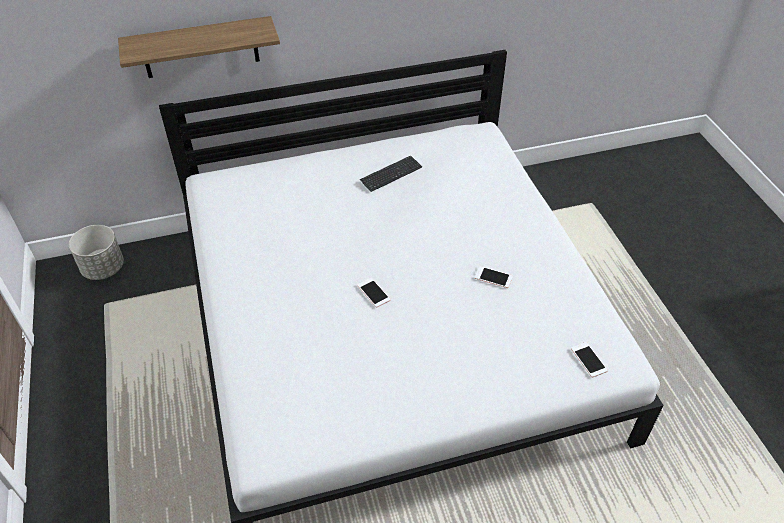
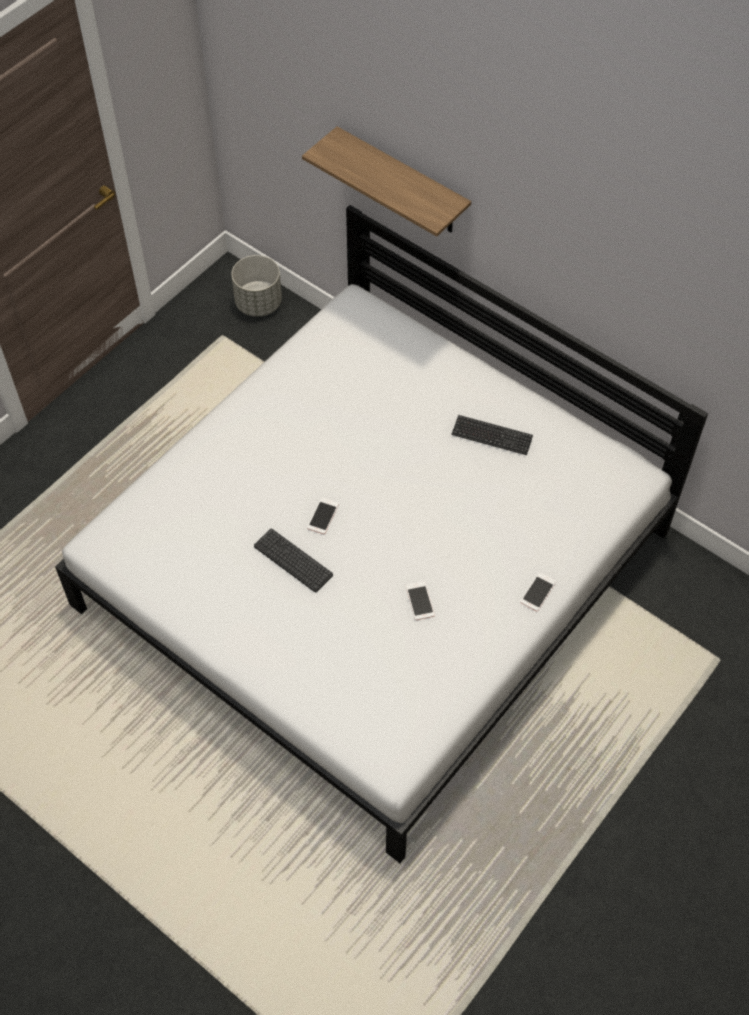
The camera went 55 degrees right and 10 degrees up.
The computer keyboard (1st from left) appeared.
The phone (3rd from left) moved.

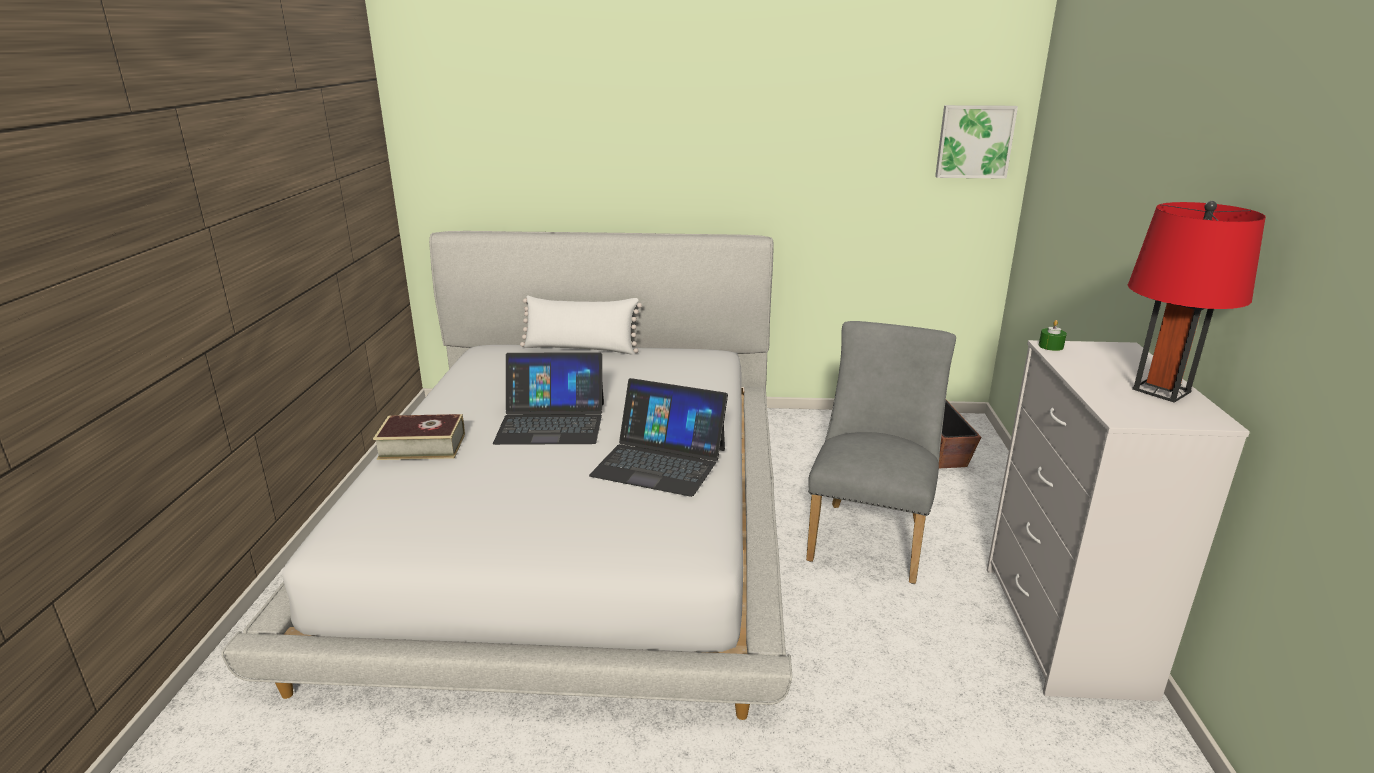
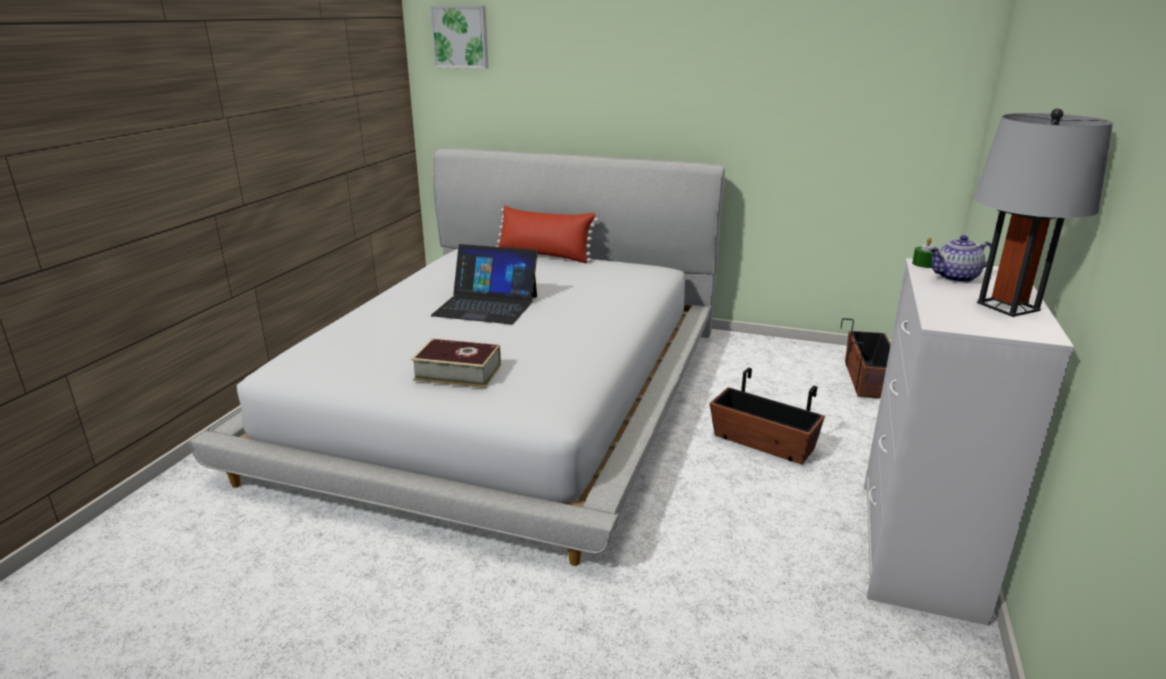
The camera went 15 degrees right and 0 degrees up.
The laptop (2nd from left) disappeared.
The tea pot appeared.
The book moved.
The wall picture moved.
The plain chair/greyish was replaced by the plant pot (1st from left).
The throw pillow/white-coloured became the throw pillow/red.
The lamp for a table/red became the lamp for a table/greyish.

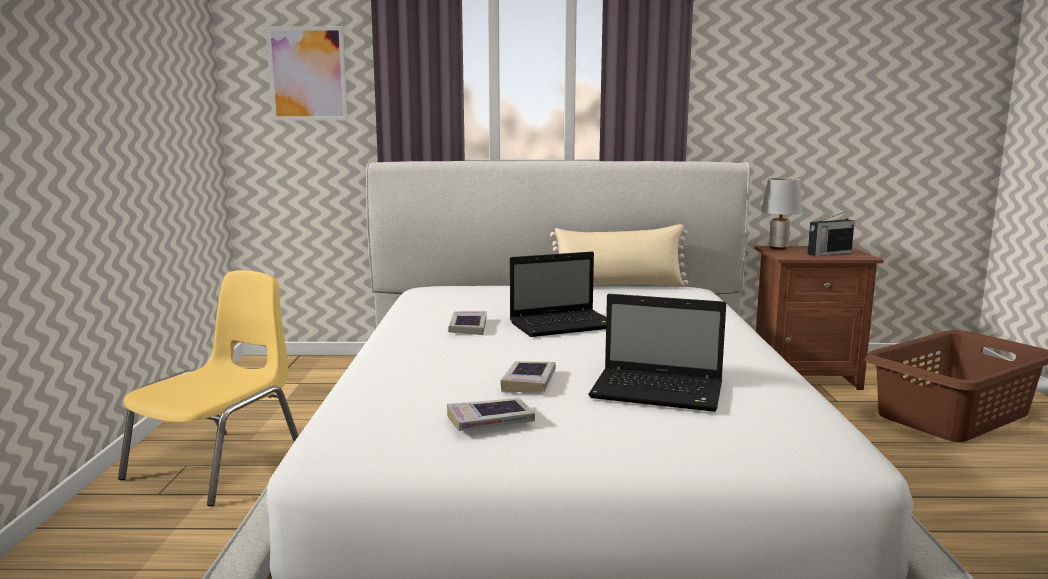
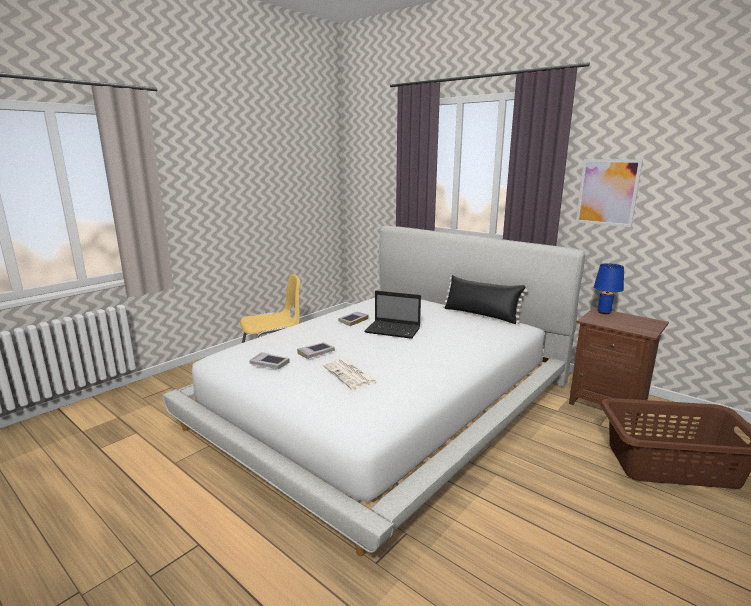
The camera went 40 degrees right and 5 degrees up.
The radio set disappeared.
The wall picture moved.
The laptop (2nd from left) was replaced by the daily paper.
The throw pillow/sand-coloured became the throw pillow/blackish.
The lamp for a table/greyish became the lamp for a table/bluish.

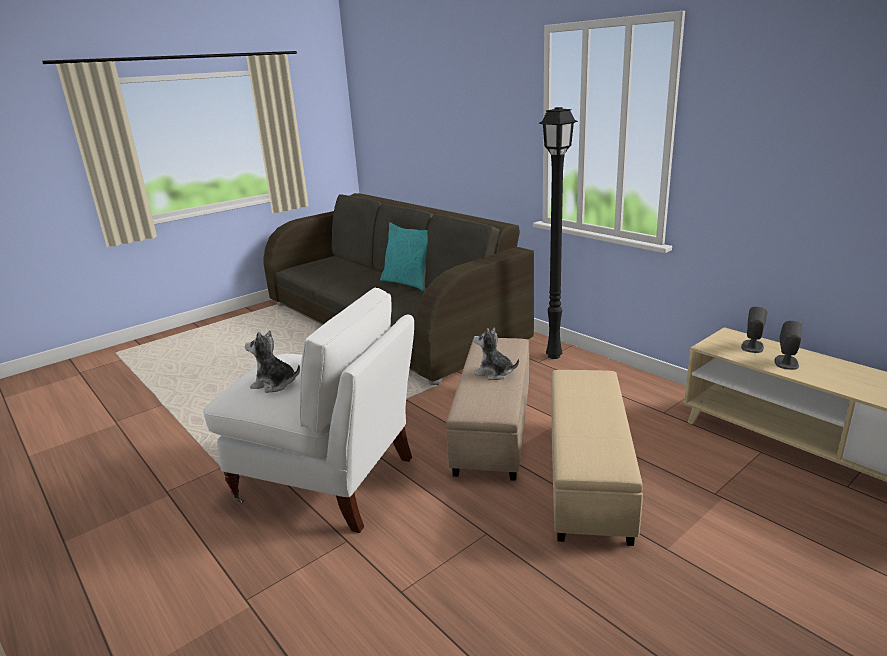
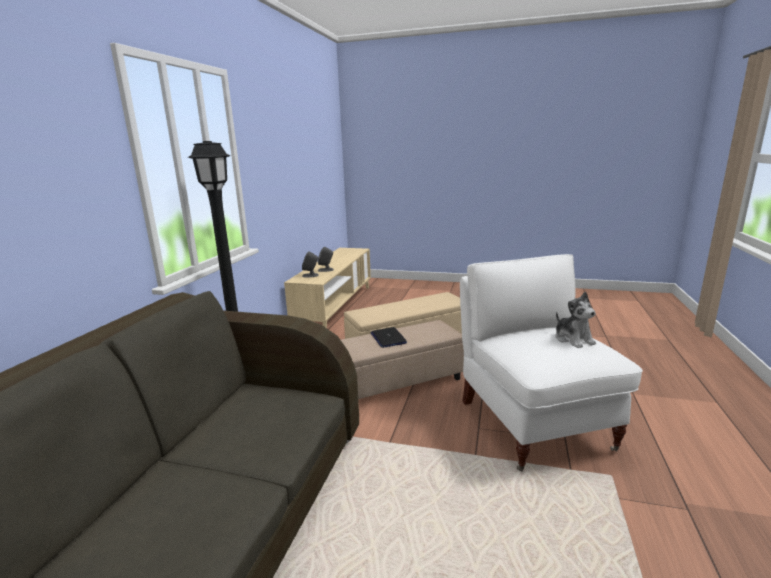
The camera went 125 degrees left and 5 degrees down.
The throw pillow/turquoise disappeared.
The soft toy (2nd from left) was replaced by the laptop.

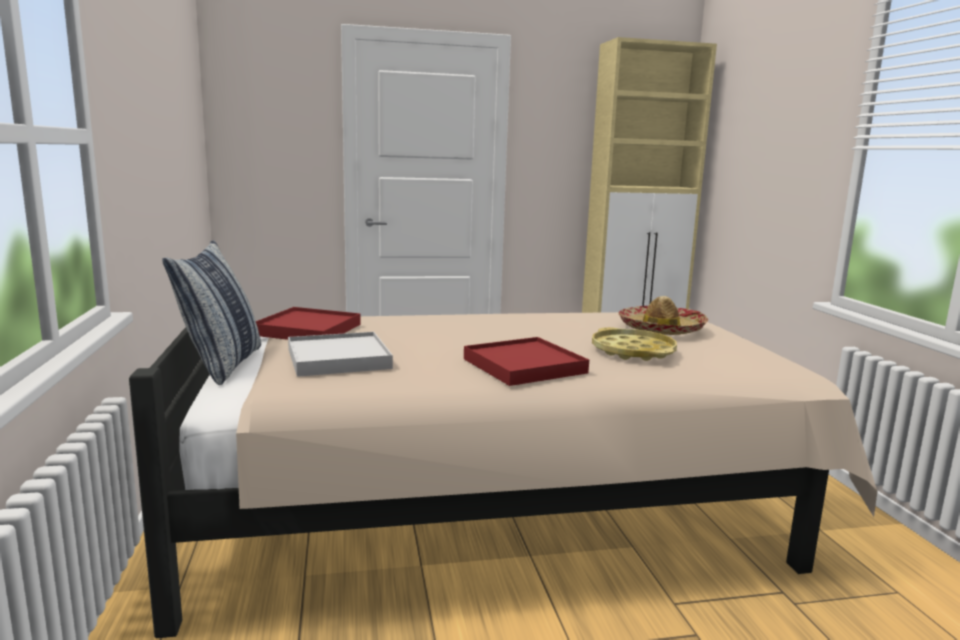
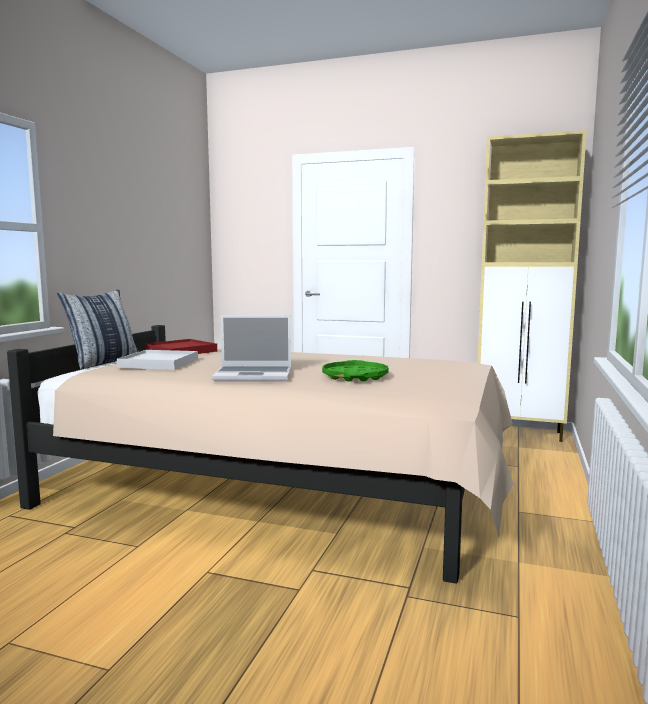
The camera went 30 degrees right and 5 degrees down.
The hat disappeared.
The serving tray/red (2nd from left) was replaced by the laptop.
The serving tray/yellowish became the serving tray/green-coloured.

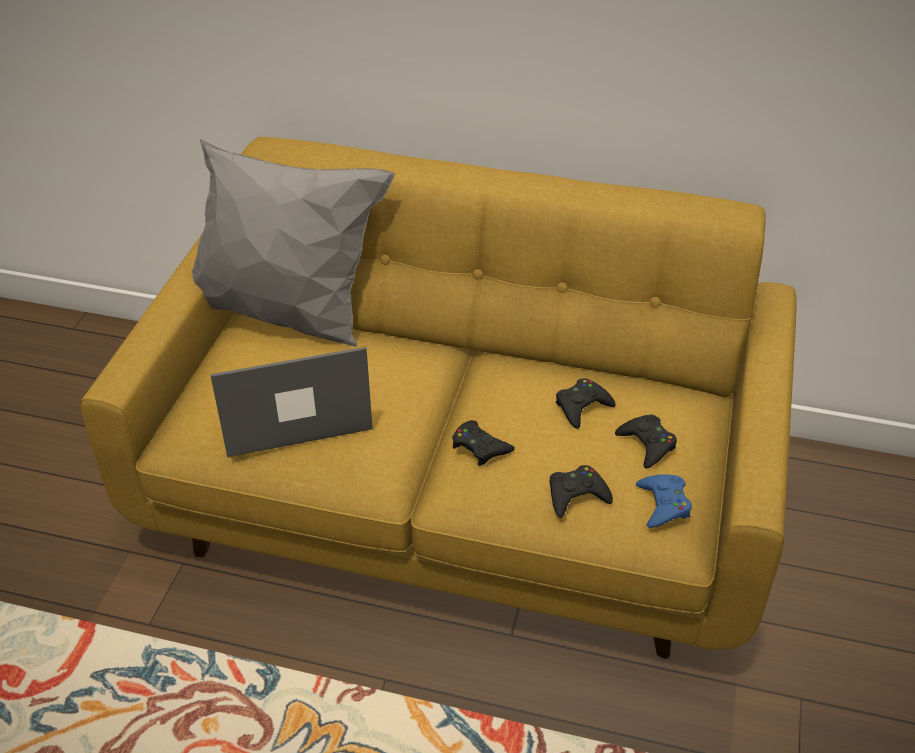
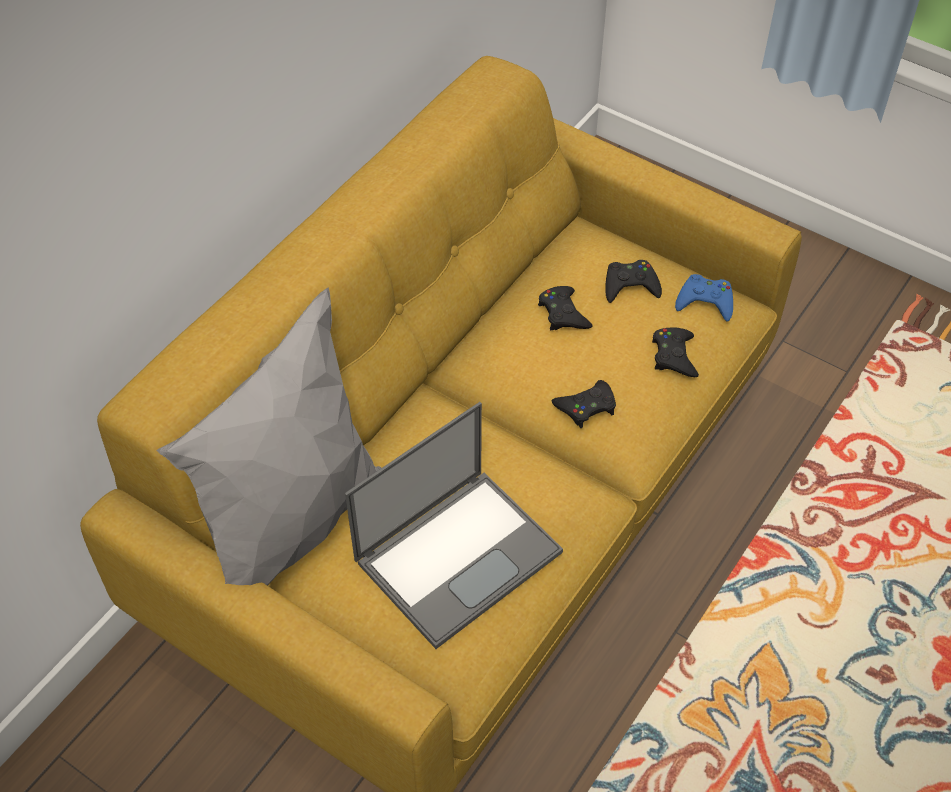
The camera went 70 degrees left and 10 degrees up.
The laptop turned 135 degrees counterclockwise.

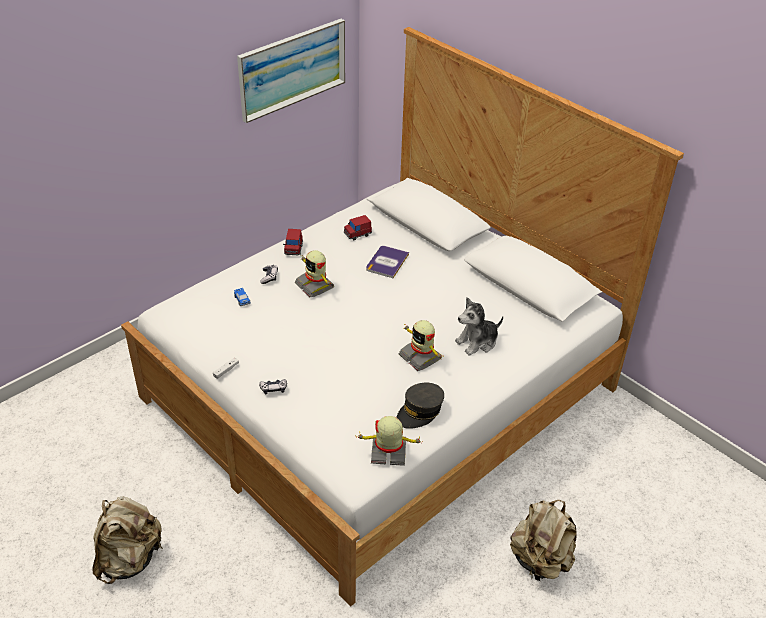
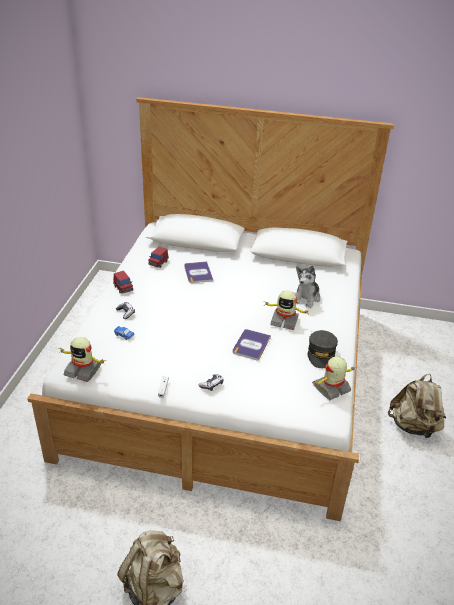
The camera went 35 degrees left and 5 degrees down.
The wall picture disappeared.
The book (2nd from left) appeared.
The robot figure (1st from left) moved.

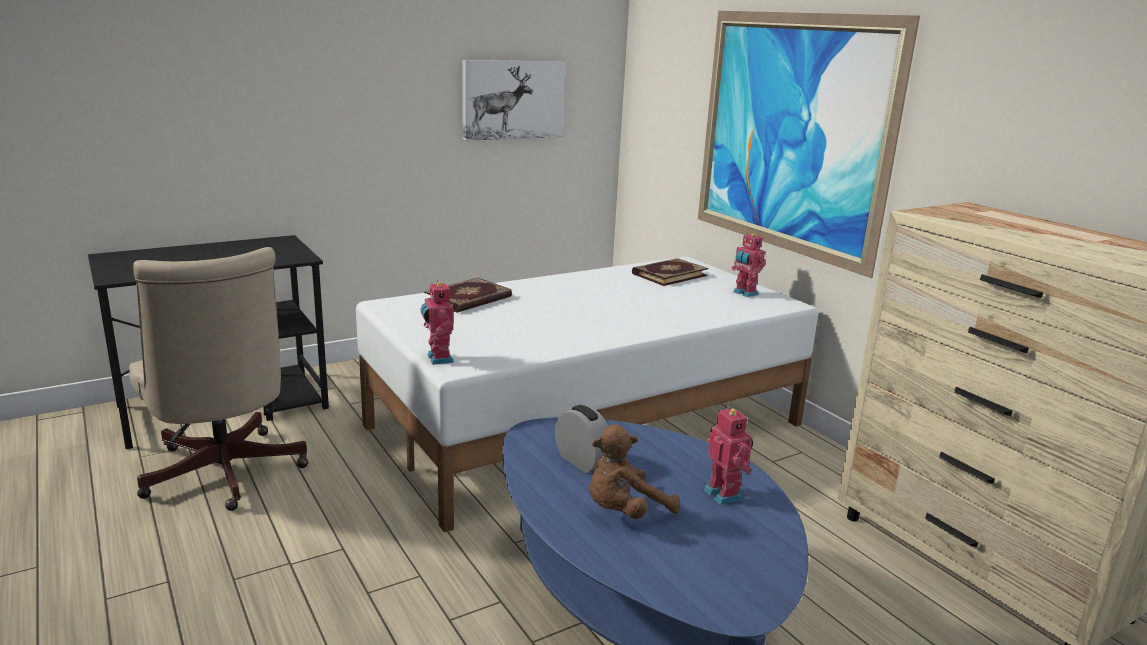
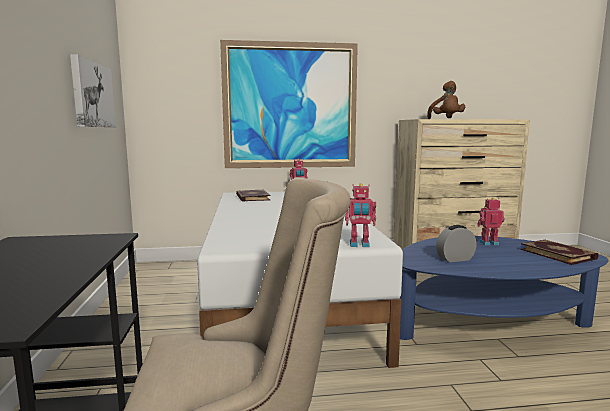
The camera went 65 degrees left and 10 degrees down.
The book (1st from left in the first image) moved.
The soft toy/brown-coloured moved.

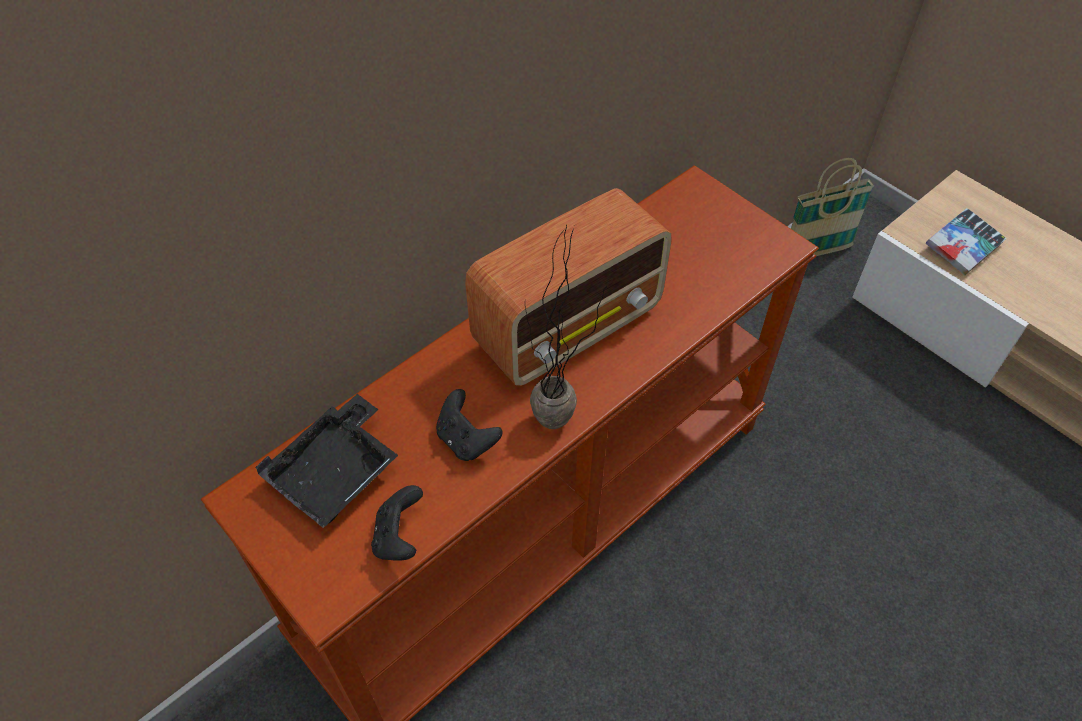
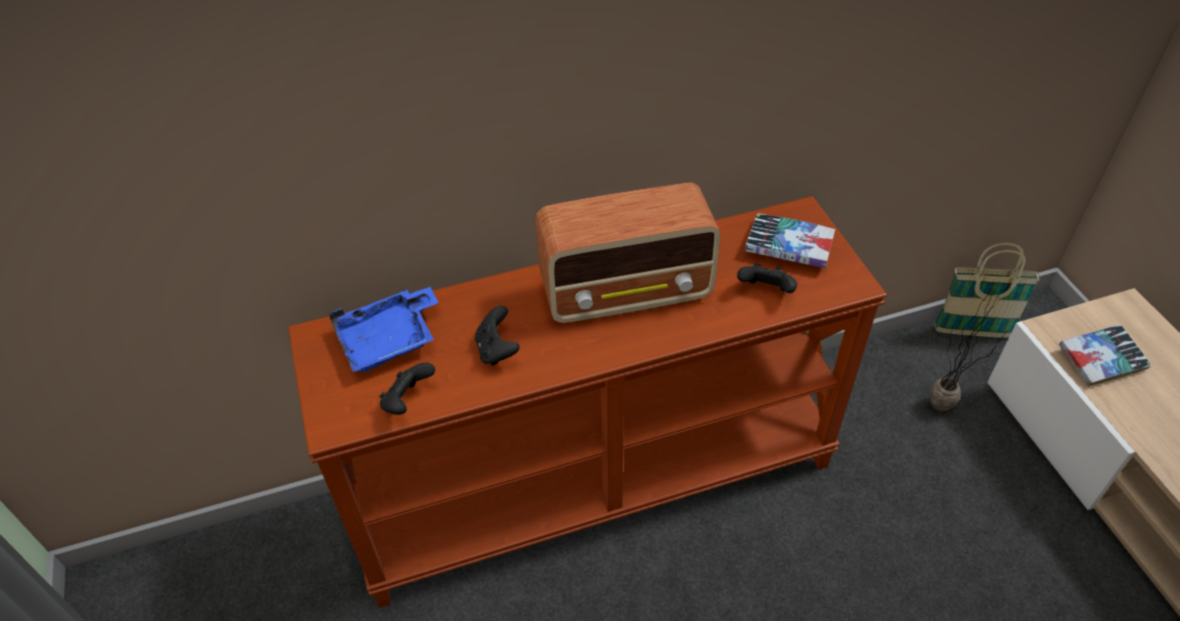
The camera went 25 degrees right and 5 degrees down.
The gamepad/blackish (3rd from left) appeared.
The book (1st from left) appeared.
The houseplant moved.
The serving tray/blackish became the serving tray/bluish.

